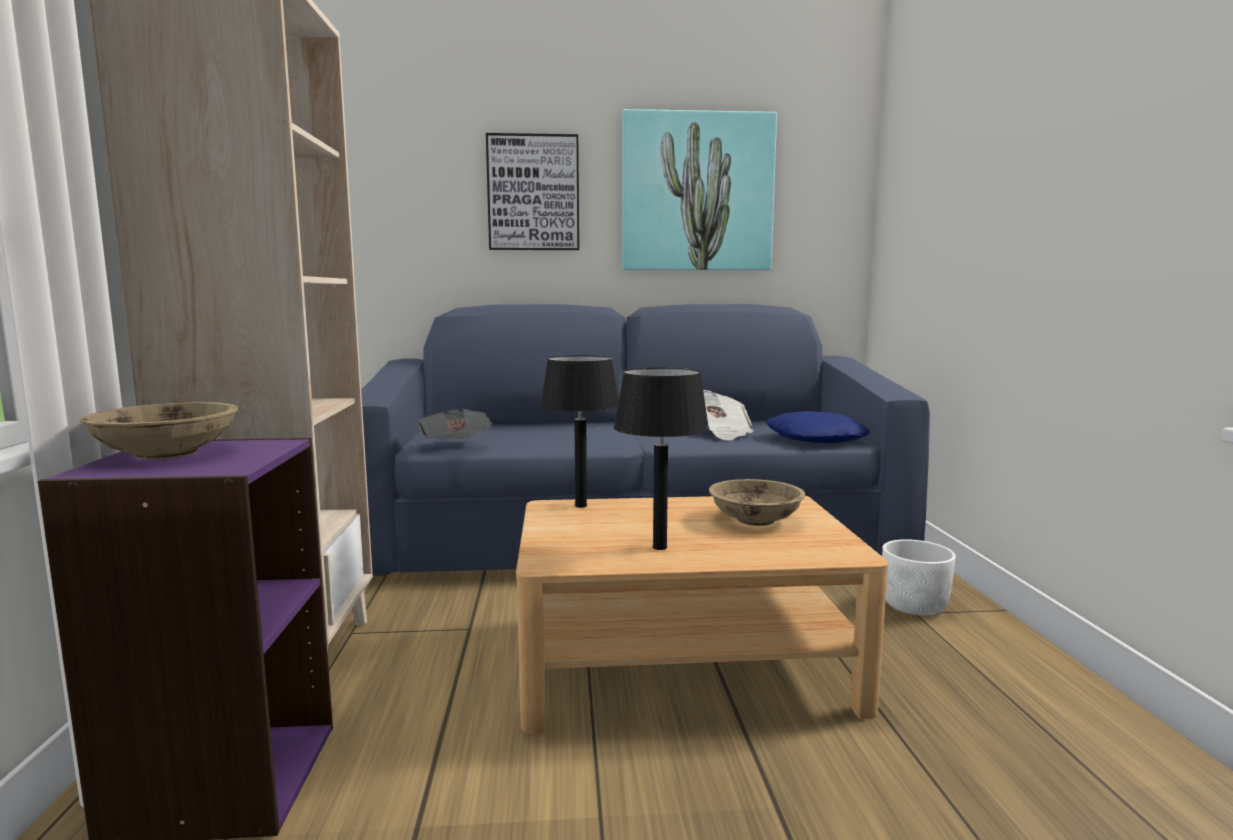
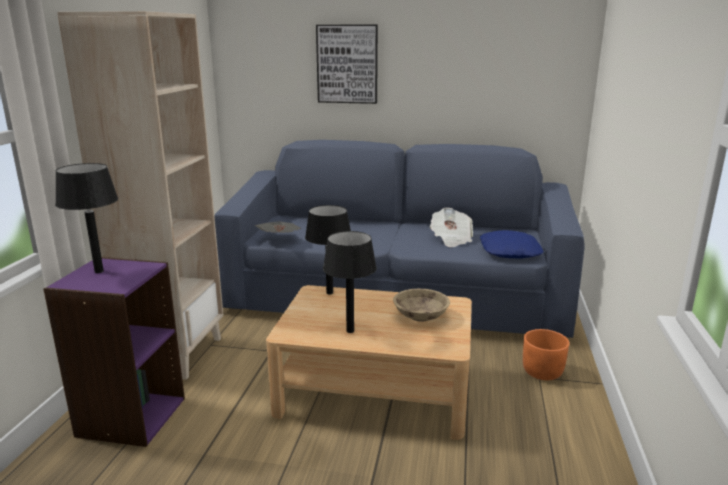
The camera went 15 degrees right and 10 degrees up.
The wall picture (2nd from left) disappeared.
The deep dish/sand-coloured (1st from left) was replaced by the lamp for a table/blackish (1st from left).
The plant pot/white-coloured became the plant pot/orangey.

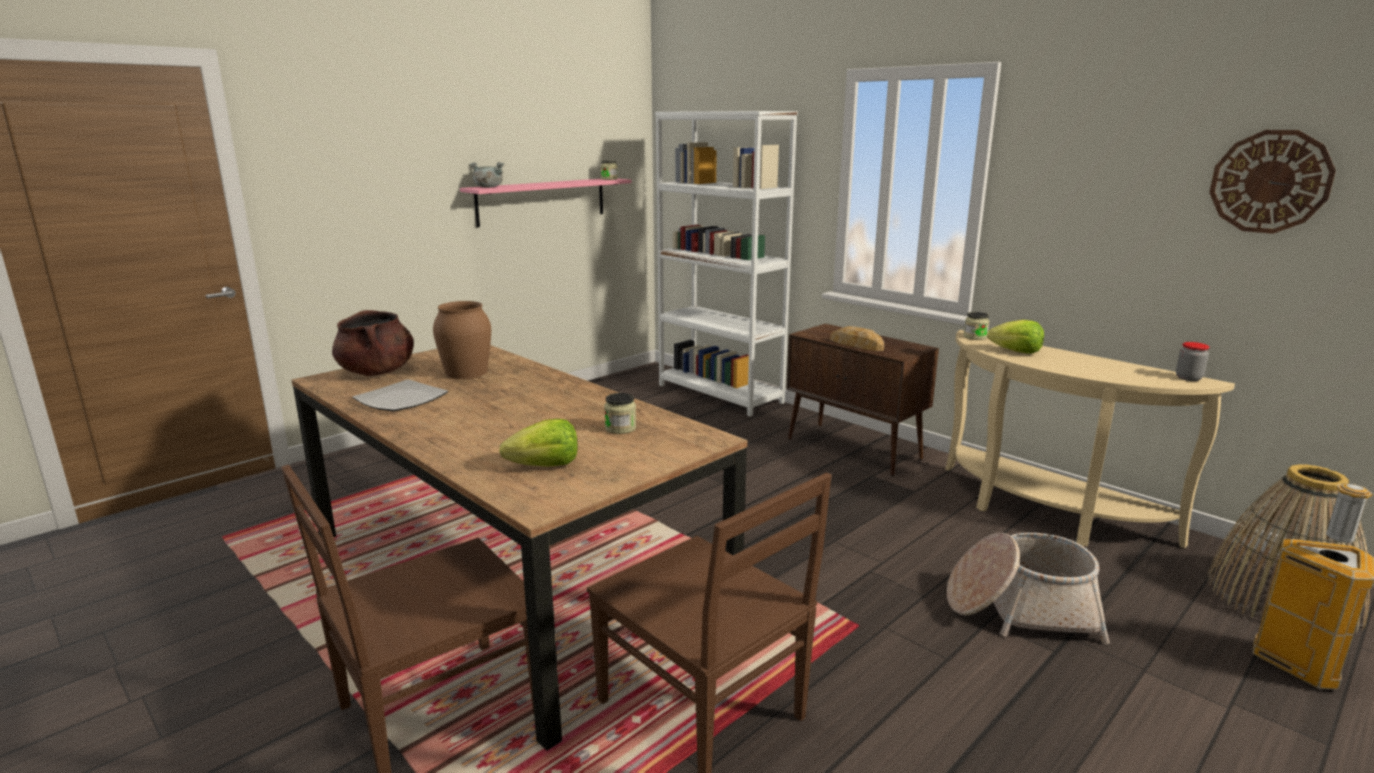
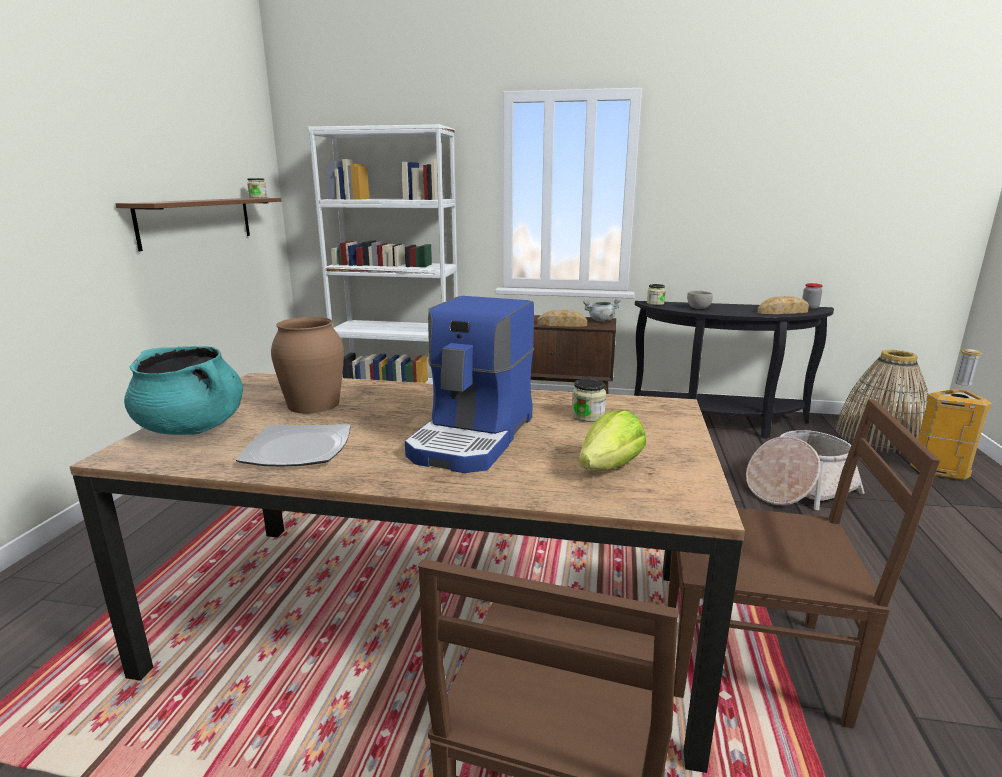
The camera went 35 degrees left and 0 degrees up.
The clock on the wall disappeared.
The coffee machine appeared.
The bakery bread (2nd from left) appeared.
The saucepot/greyish moved.
The head of lettuce (2nd from left) was replaced by the deep dish/greyish.
The saucepot/brown-coloured became the saucepot/turquoise.
The wall shelf/pinkish became the wall shelf/brown-coloured.
The console table/sand-coloured became the console table/blackish.

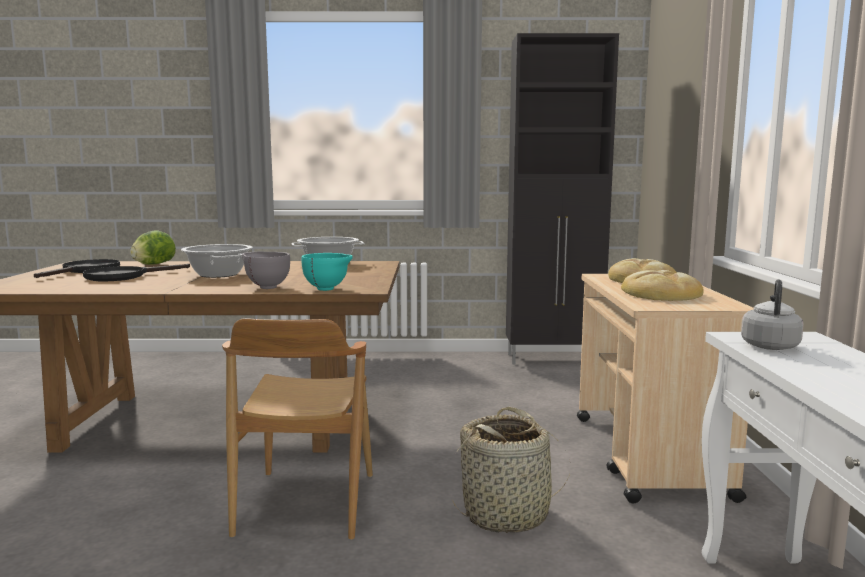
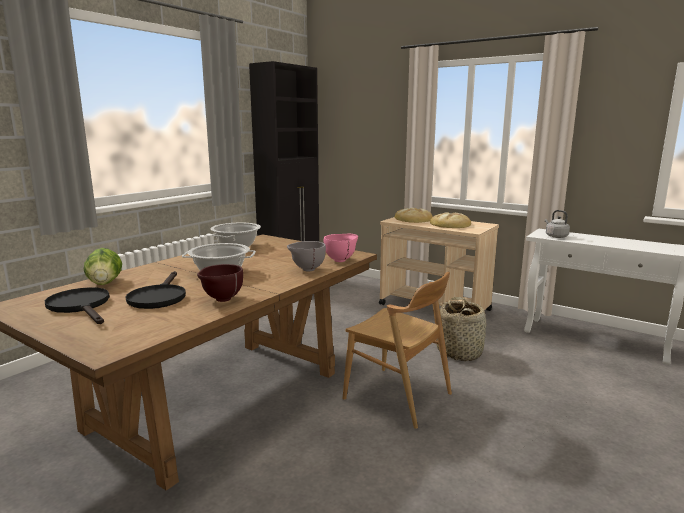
The camera went 55 degrees left and 5 degrees up.
The deep dish/brown-coloured appeared.
The deep dish/turquoise became the deep dish/pinkish.

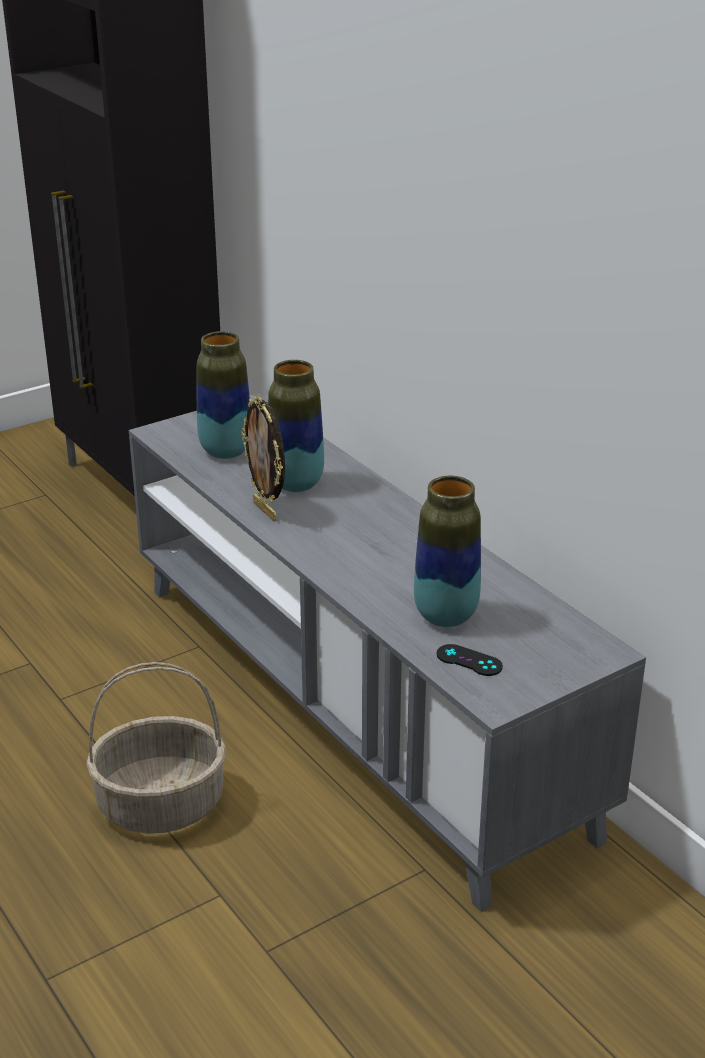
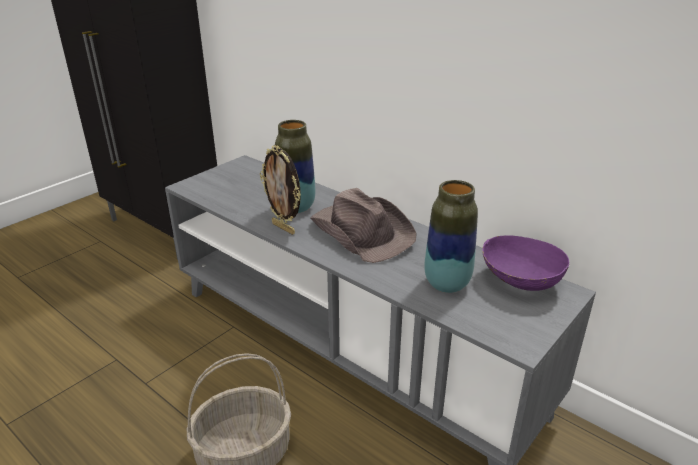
The camera went 15 degrees left and 0 degrees up.
The vase (1st from left) disappeared.
The gamepad/blackish disappeared.
The hat/brown-coloured appeared.
The deep dish/purple appeared.

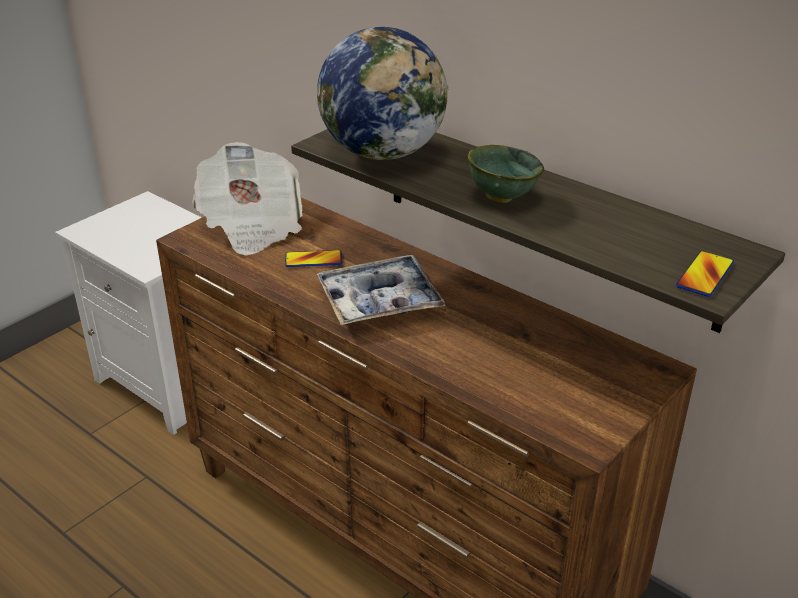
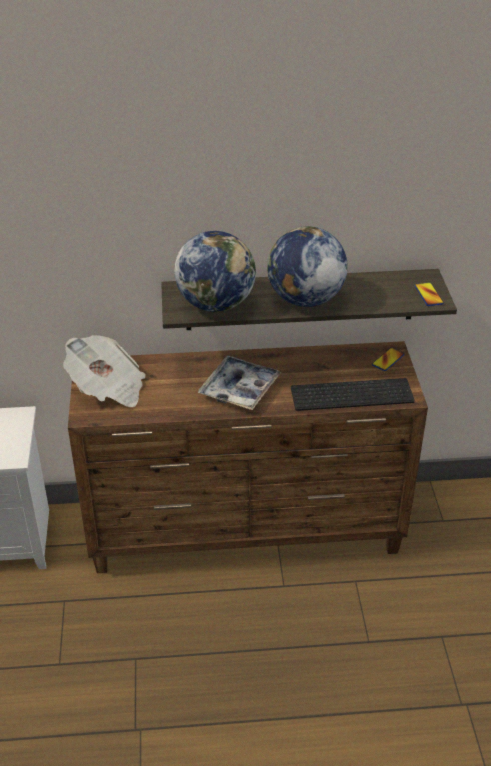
The camera went 45 degrees left and 5 degrees up.
The computer keyboard appeared.
The phone (1st from left) moved.
The deep dish/green-coloured was replaced by the desk globe (2nd from left).

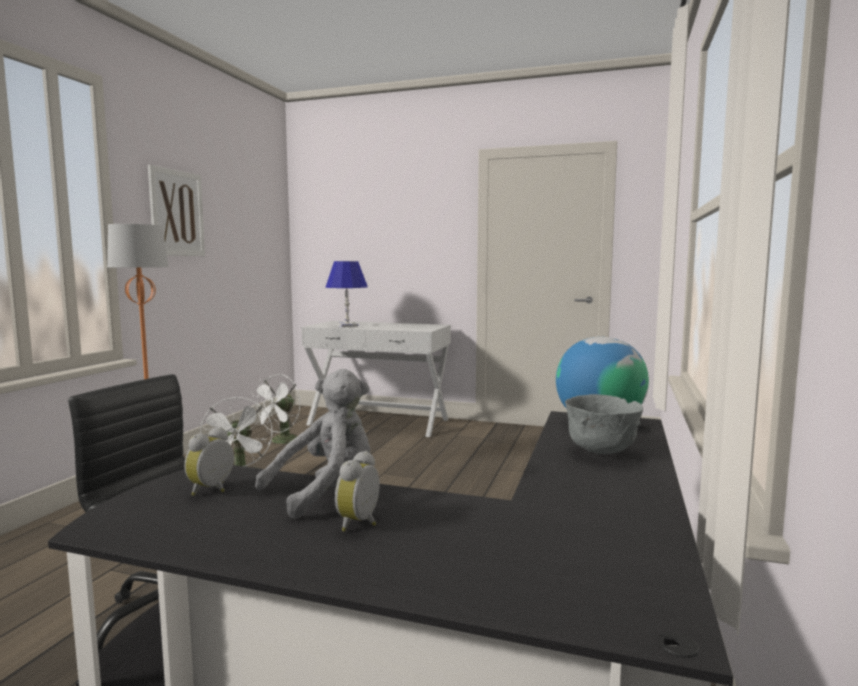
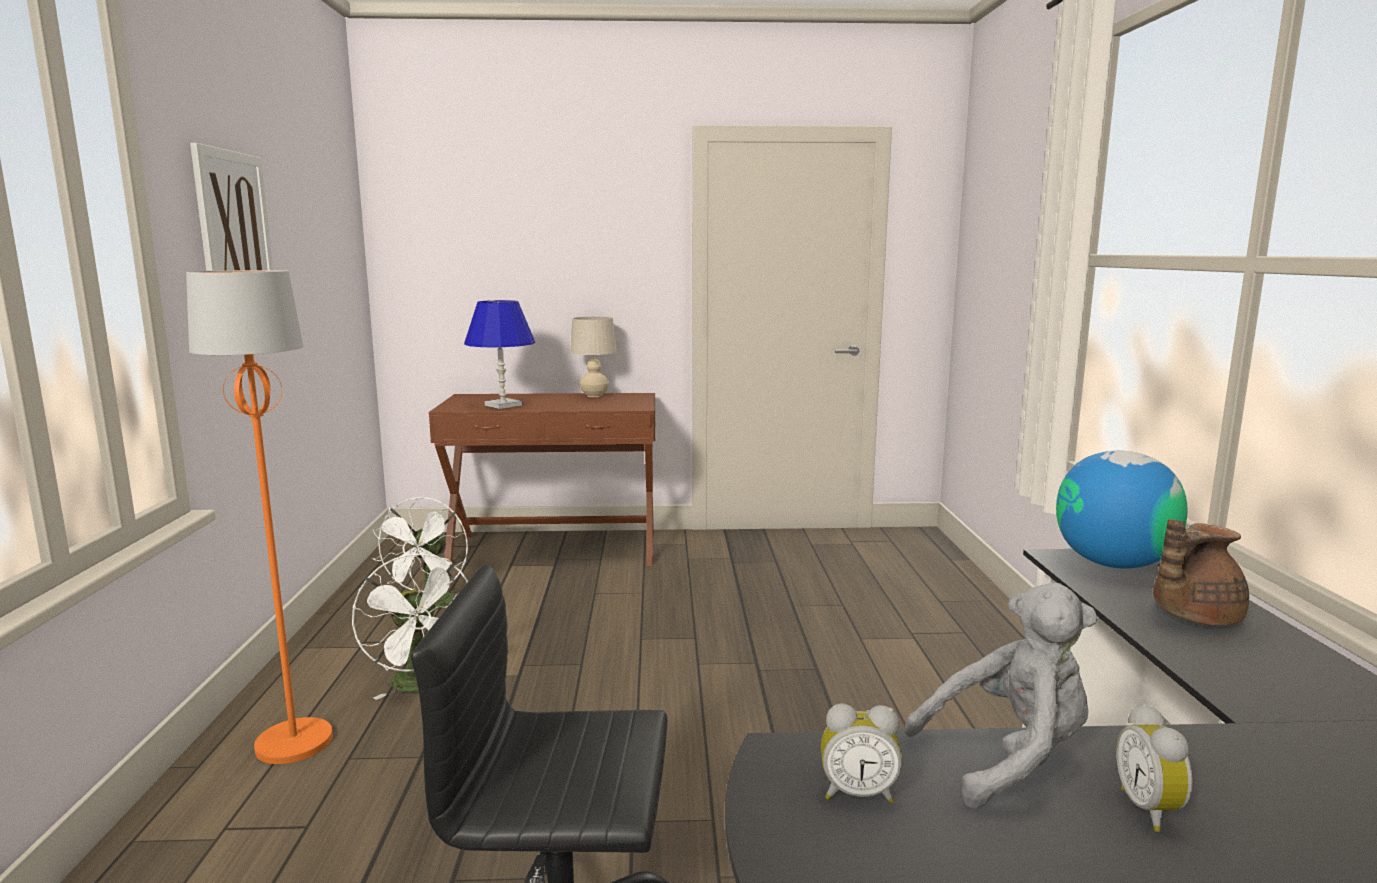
The camera went 20 degrees left and 5 degrees up.
The lamp for a table/sand-coloured appeared.
The deep dish/greyish was replaced by the tea pot/brown-coloured.
The console table/white-coloured became the console table/brown-coloured.
The table clock (1st from left) turned 90 degrees counterclockwise.
The soft toy/greyish turned 45 degrees clockwise.

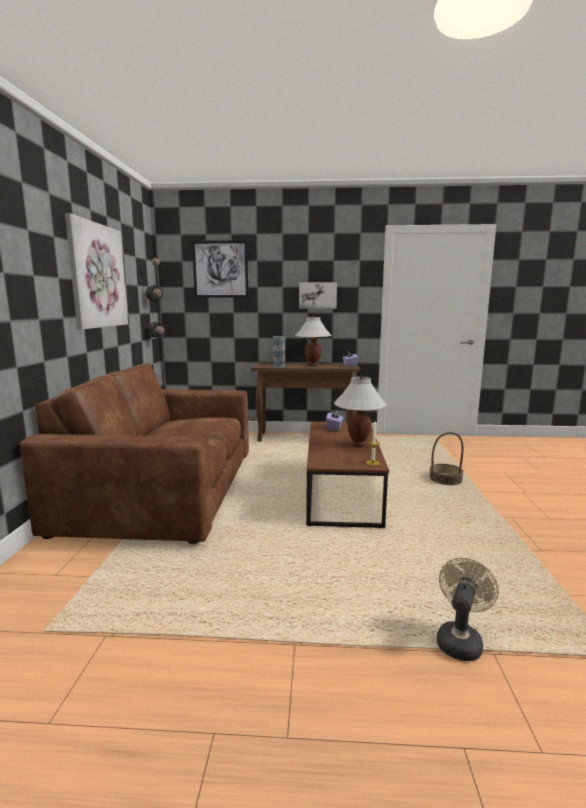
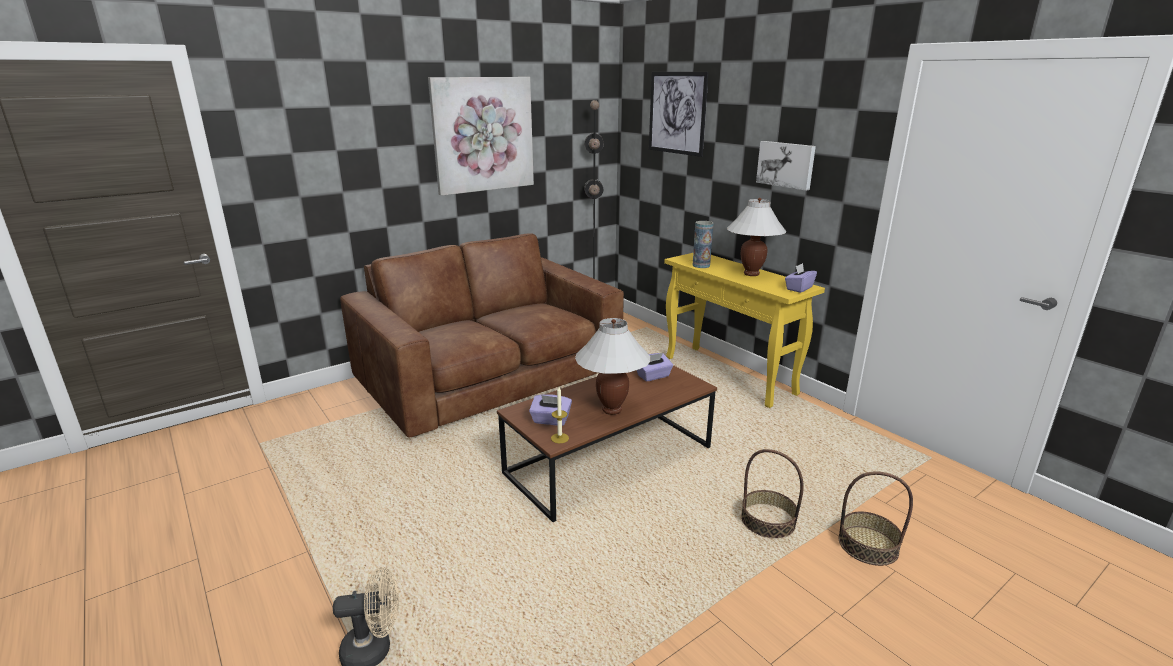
The camera went 50 degrees right and 10 degrees up.
The tissue holder/purple (1st from left) appeared.
The storage basket (2nd from left) appeared.
The console table/brown-coloured became the console table/yellowish.

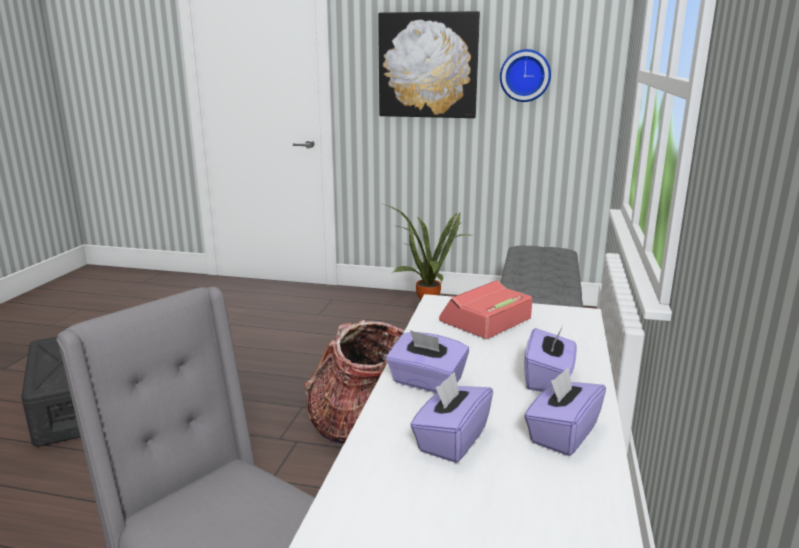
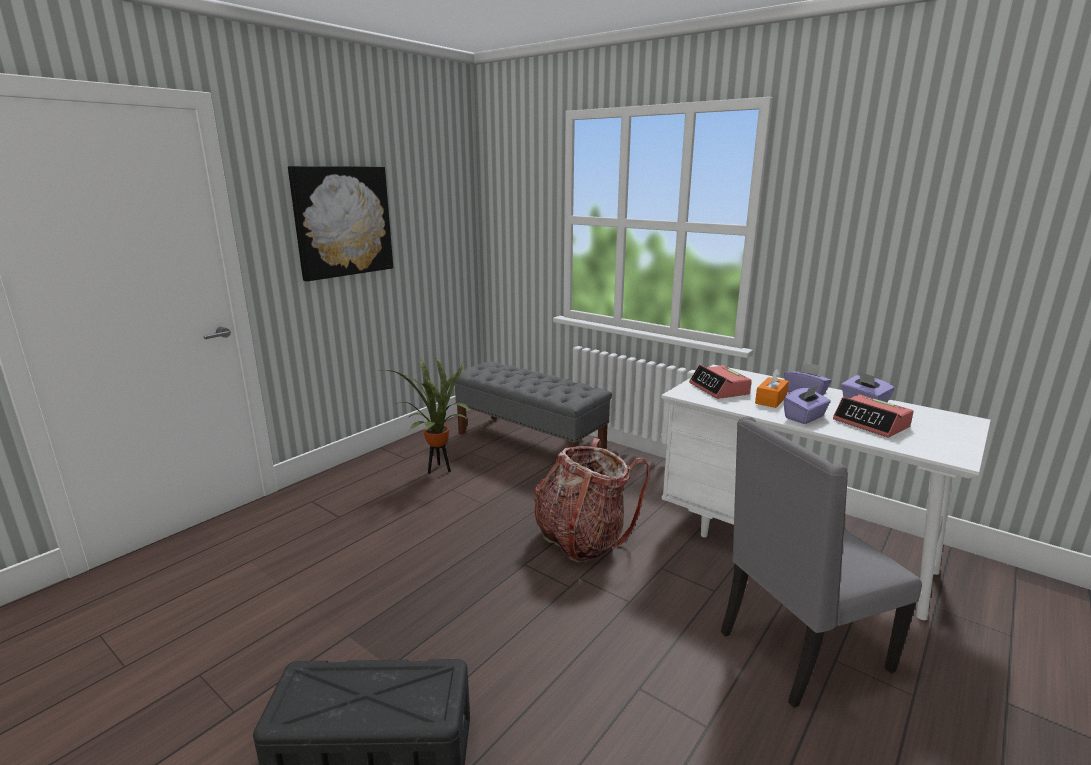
The camera went 65 degrees left and 0 degrees up.
The clock on the wall disappeared.
The tissue holder/orangey appeared.
The tissue holder/purple (2nd from left) was replaced by the table clock (2nd from left).

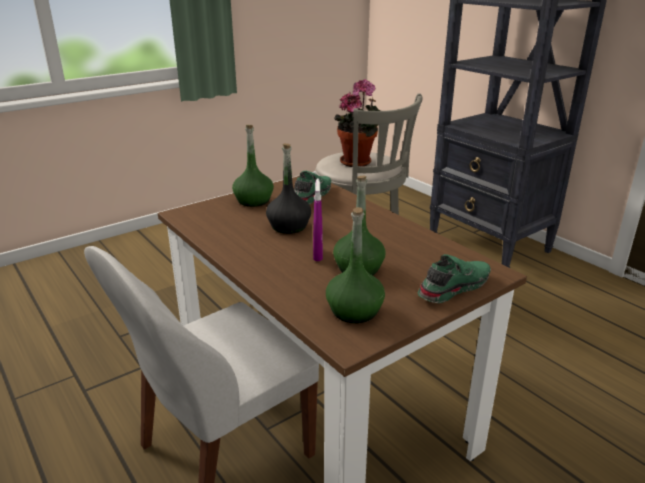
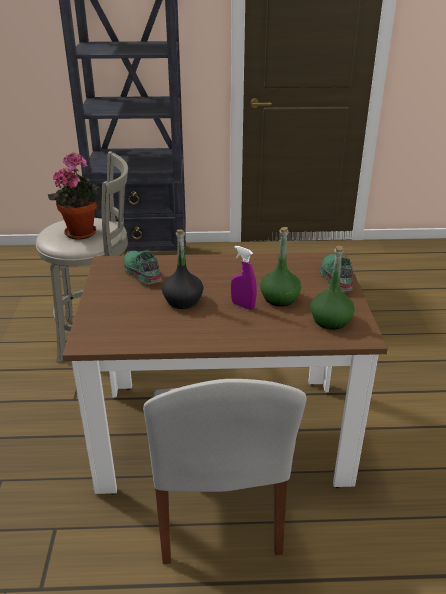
The camera went 55 degrees left and 5 degrees up.
The drink bottle/green-coloured (1st from left) disappeared.

